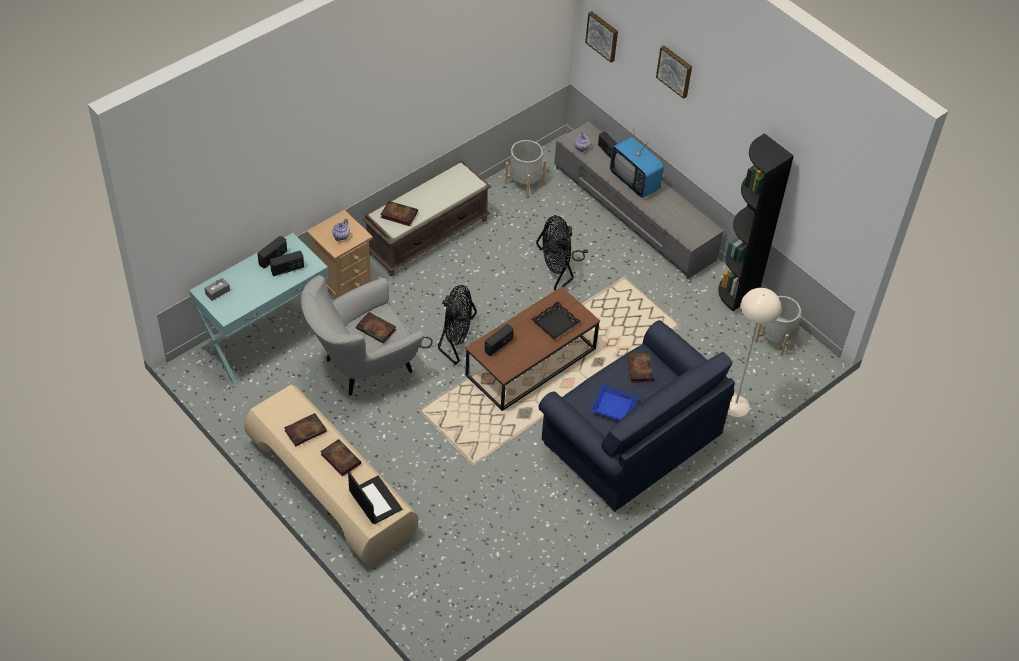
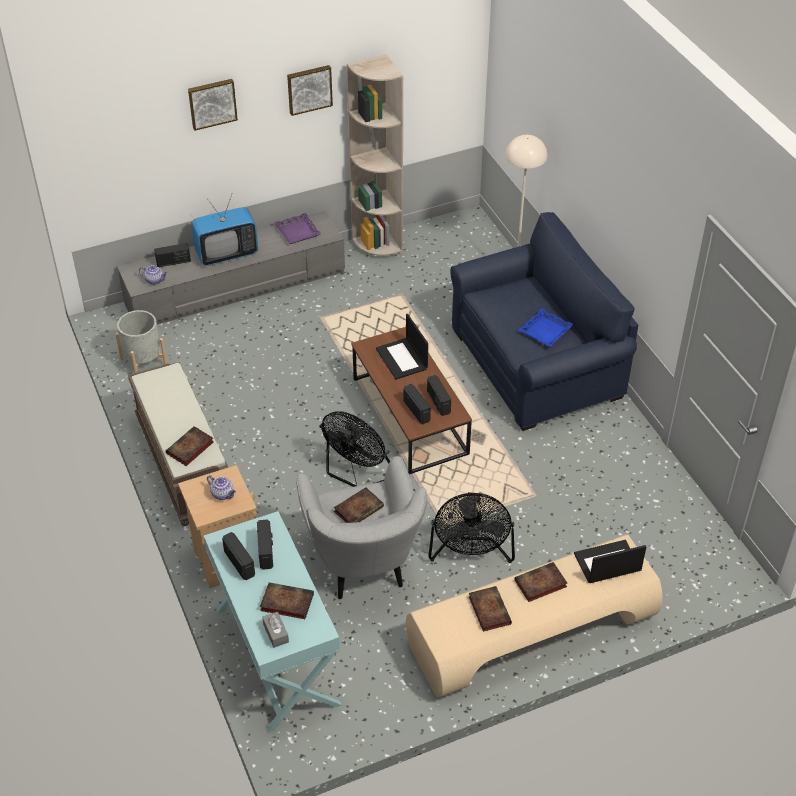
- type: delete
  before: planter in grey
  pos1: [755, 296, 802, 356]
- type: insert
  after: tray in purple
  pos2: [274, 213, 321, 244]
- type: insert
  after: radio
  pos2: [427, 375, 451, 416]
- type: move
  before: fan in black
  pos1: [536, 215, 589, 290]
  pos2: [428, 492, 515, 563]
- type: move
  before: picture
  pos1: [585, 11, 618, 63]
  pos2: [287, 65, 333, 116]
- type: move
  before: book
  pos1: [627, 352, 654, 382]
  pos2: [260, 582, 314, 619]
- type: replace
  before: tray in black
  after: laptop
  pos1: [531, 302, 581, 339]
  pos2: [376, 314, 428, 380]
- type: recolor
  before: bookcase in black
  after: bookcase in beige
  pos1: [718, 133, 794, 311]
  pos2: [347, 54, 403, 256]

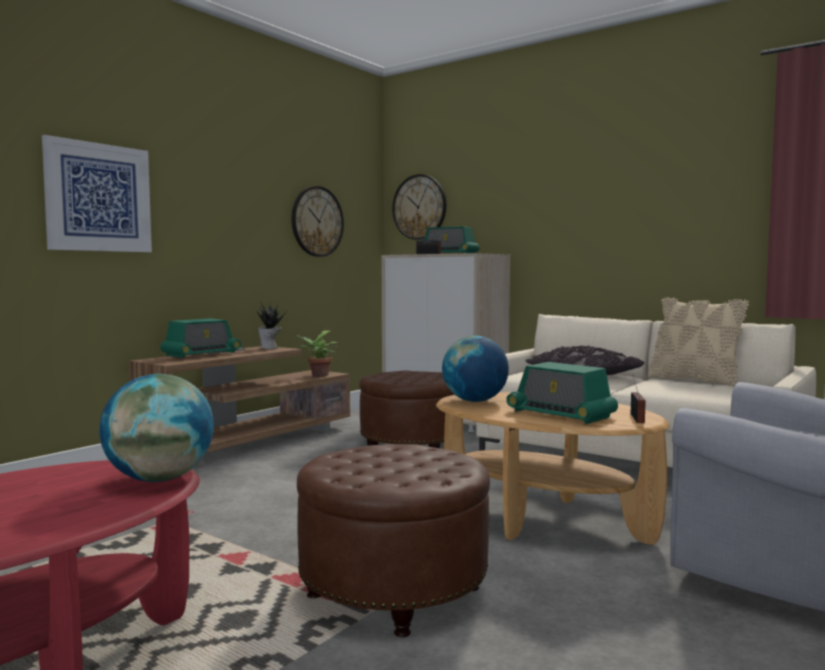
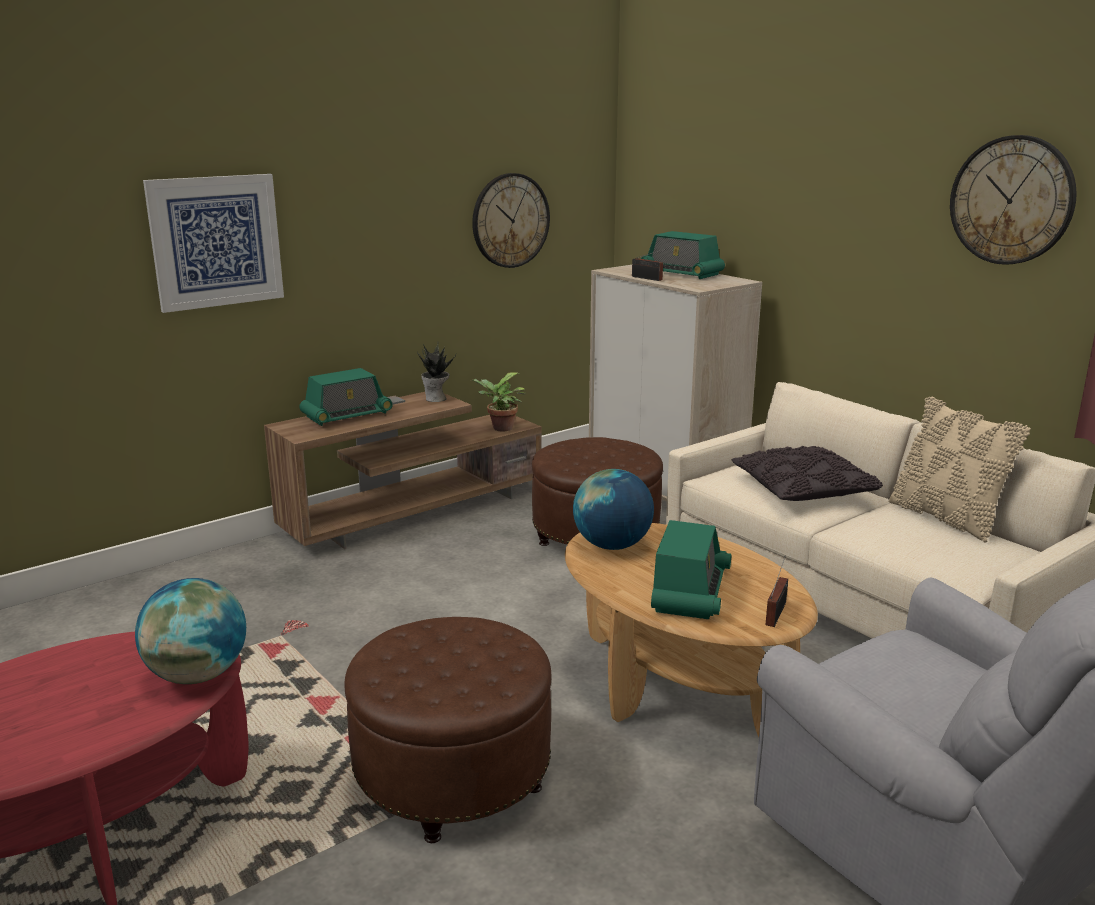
- type: move
  before: wall clock
  pos1: [392, 174, 446, 240]
  pos2: [950, 135, 1077, 265]
- type: rotate
  before: radio
  pos1: [506, 362, 618, 424]
  pos2: [651, 520, 731, 619]
  turn: -135

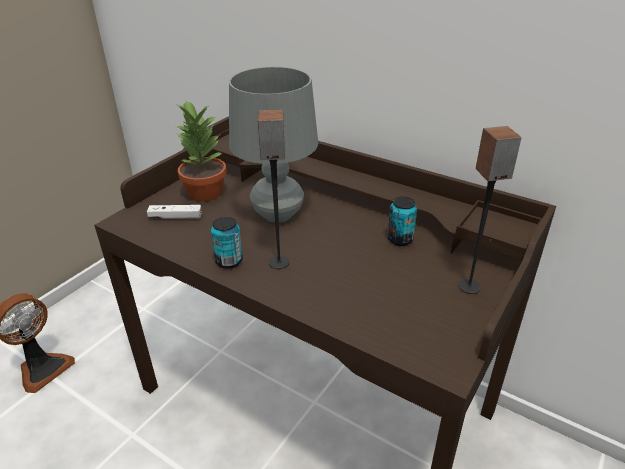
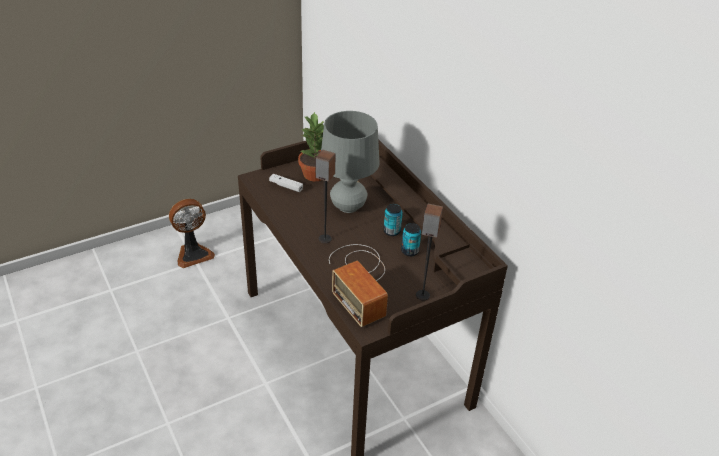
- type: insert
  after: radio
  pos2: [329, 244, 388, 327]
- type: move
  before: can
  pos1: [211, 217, 243, 269]
  pos2: [383, 204, 403, 236]

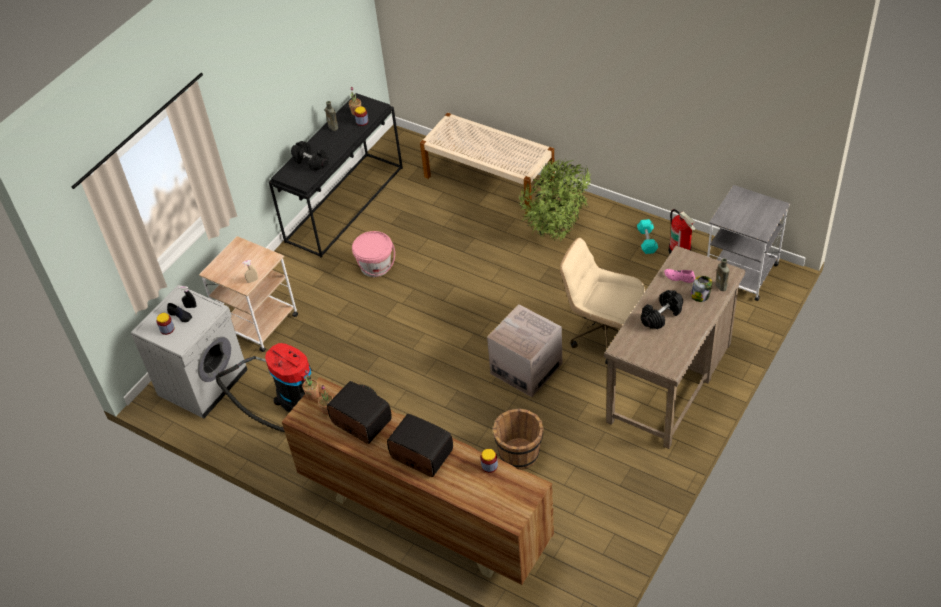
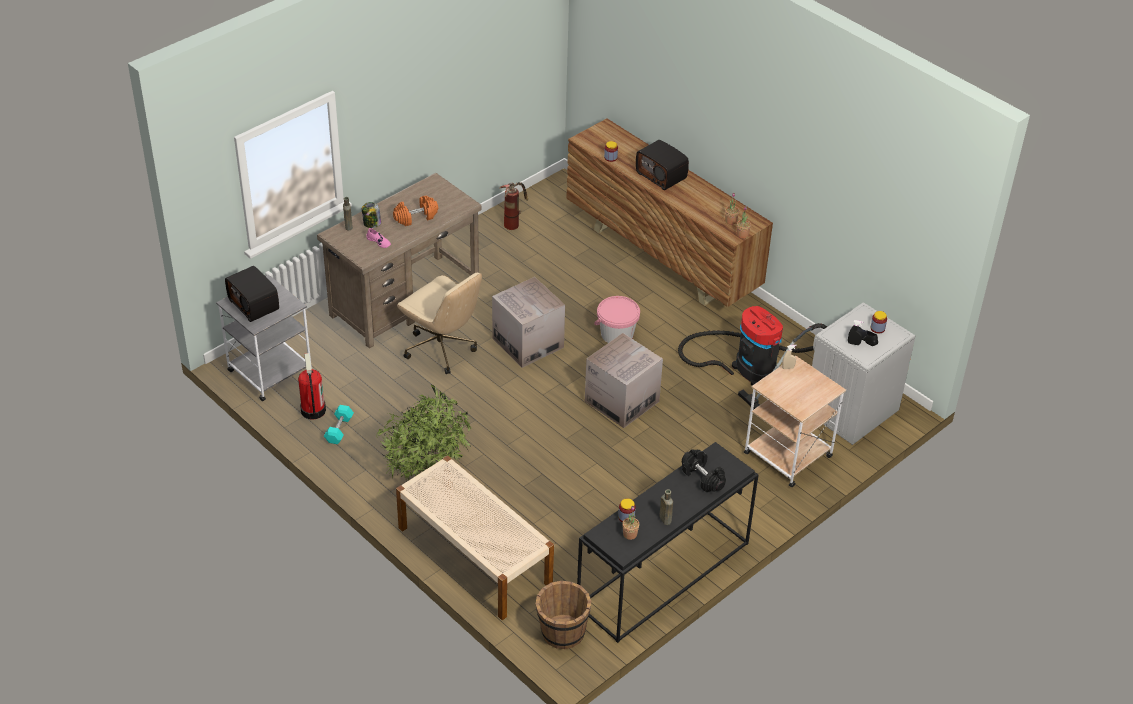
- type: insert
  after: fire extinguisher
  pos2: [499, 182, 528, 230]
- type: insert
  after: cardboard box
  pos2: [585, 333, 663, 428]
- type: move
  before: radio
  pos1: [327, 381, 392, 444]
  pos2: [225, 266, 279, 322]
- type: move
  before: bucket in pink
  pos1: [352, 231, 395, 277]
  pos2: [594, 296, 640, 343]
- type: move
  before: bucket in brown
  pos1: [493, 409, 544, 470]
  pos2: [536, 581, 591, 649]
- type: recolor
  before: dumbbell in black
  after: dumbbell in orange
  pos1: [641, 290, 683, 329]
  pos2: [393, 196, 438, 226]

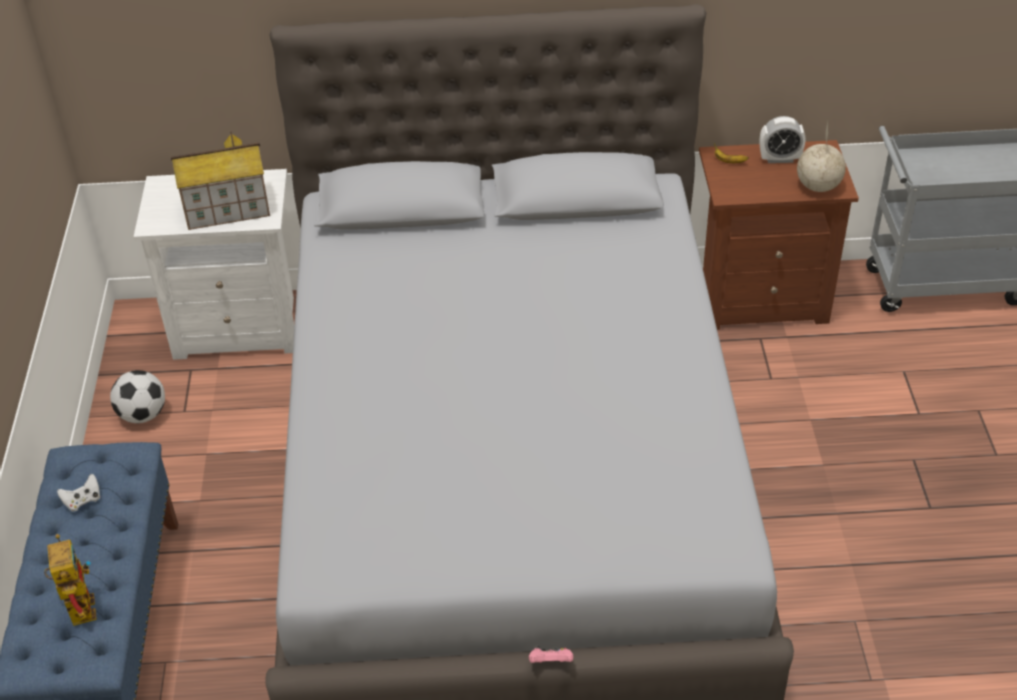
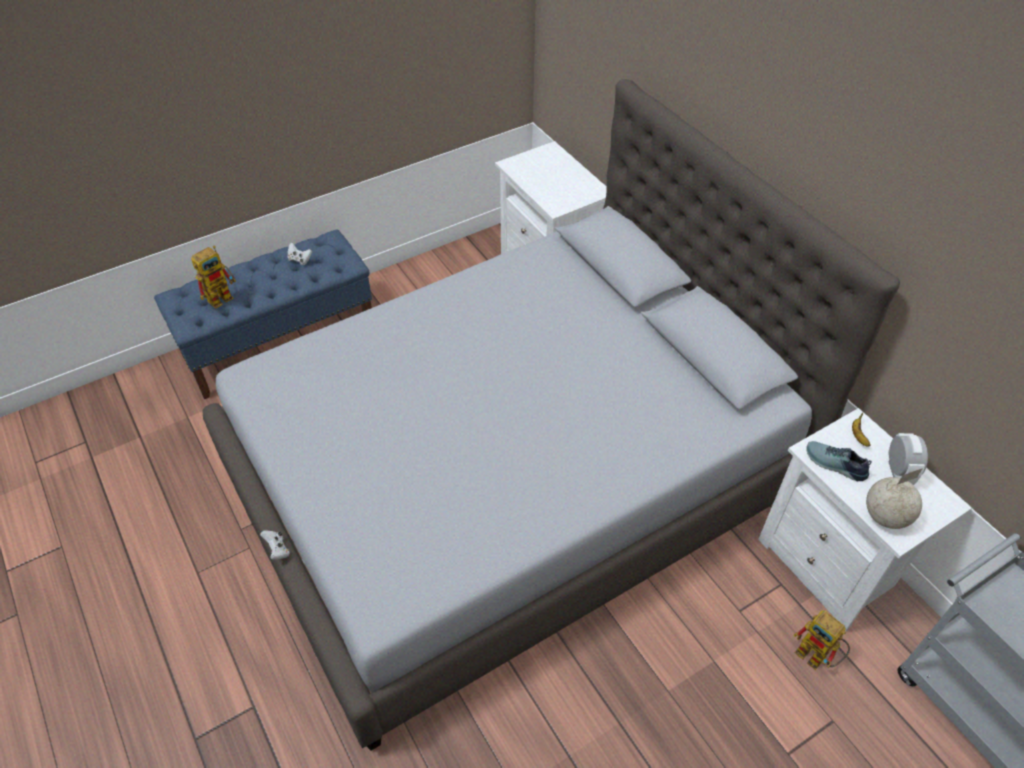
- type: delete
  before: football
  pos1: [110, 370, 165, 423]
- type: delete
  before: toy house
  pos1: [171, 132, 270, 230]
- type: insert
  after: toy robot
  pos2: [793, 610, 850, 670]
- type: insert
  after: shoe
  pos2: [806, 441, 872, 481]
- type: recolor
  before: game controller in pink
  after: game controller in white
  pos1: [529, 646, 574, 663]
  pos2: [260, 531, 290, 559]
- type: recolor
  before: nightstand in brown
  after: nightstand in white
  pos1: [699, 140, 859, 330]
  pos2: [758, 408, 972, 632]
- type: rotate
  before: alarm clock
  pos1: [760, 116, 805, 163]
  pos2: [888, 433, 928, 485]
  turn: -150

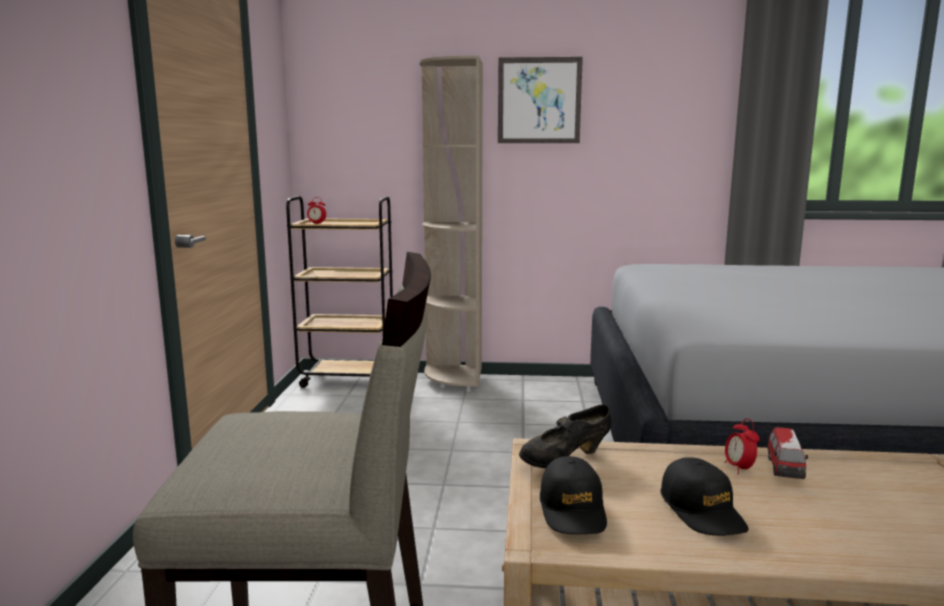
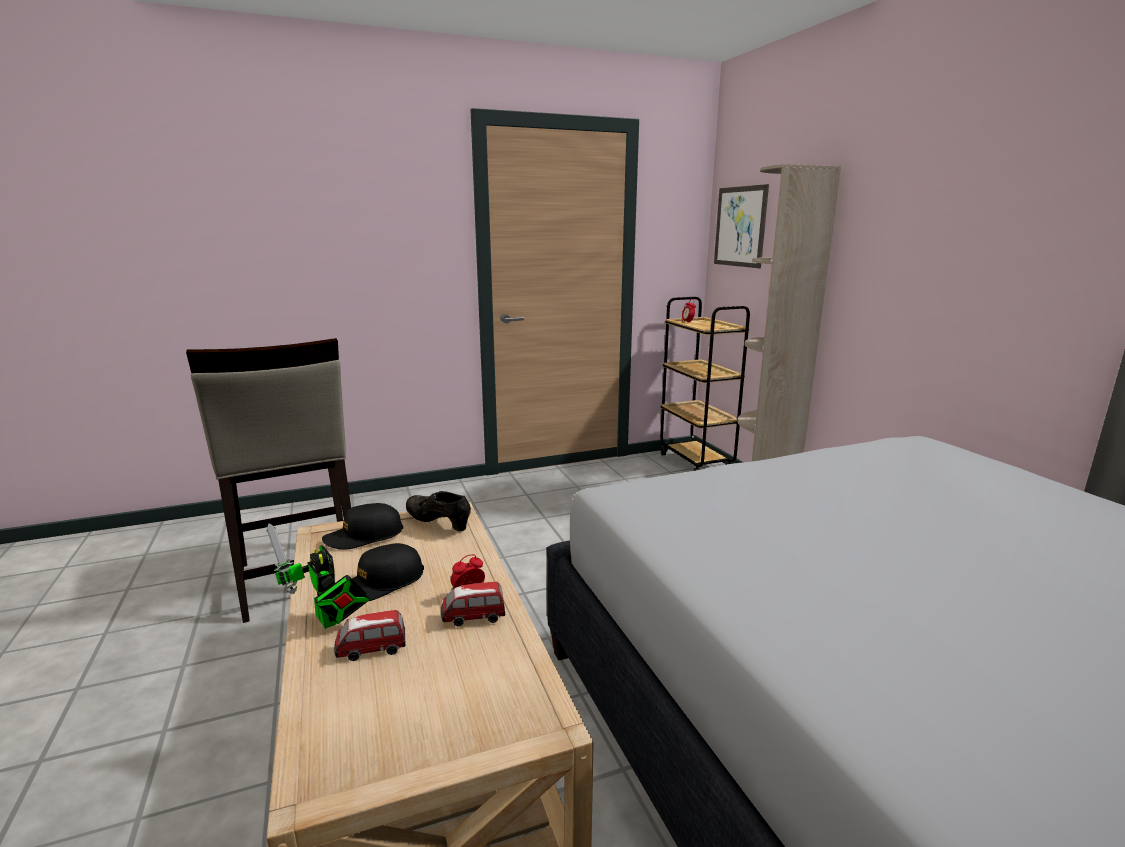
- type: insert
  after: toy robot
  pos2: [267, 523, 370, 629]
- type: insert
  after: toy car
  pos2: [334, 610, 405, 661]
- type: move
  before: picture
  pos1: [498, 57, 583, 143]
  pos2: [714, 184, 769, 268]

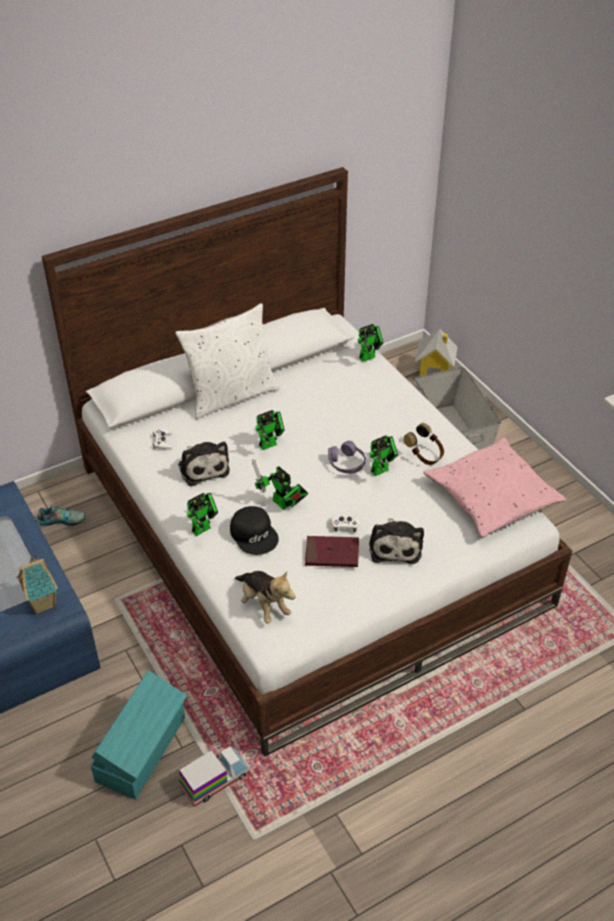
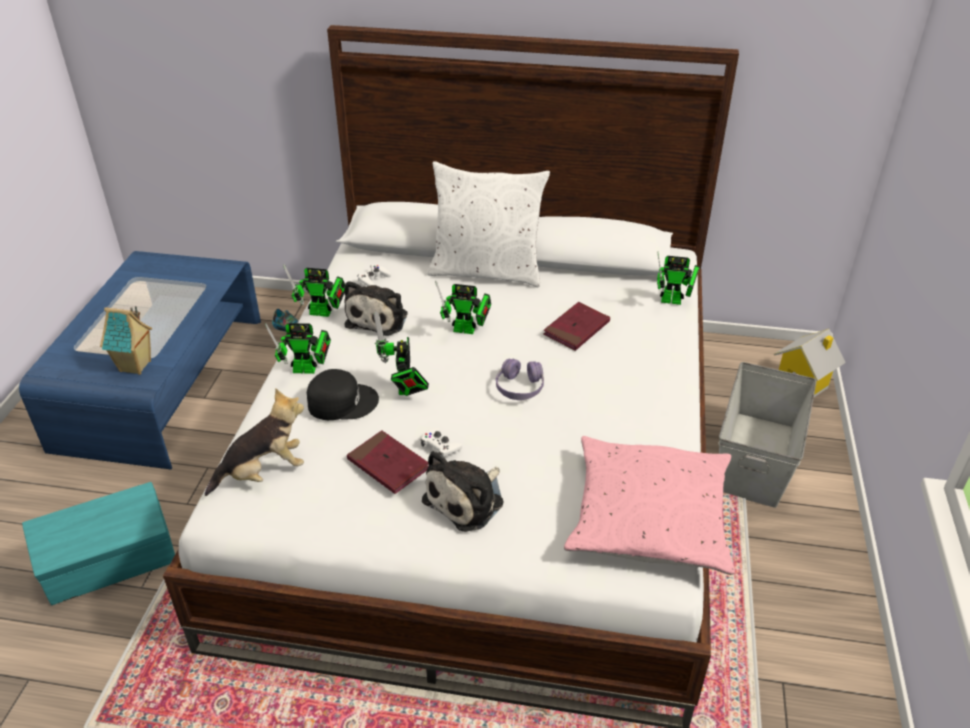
- type: delete
  before: toy truck
  pos1: [179, 747, 250, 807]
- type: delete
  before: headphones
  pos1: [404, 423, 444, 465]
- type: insert
  after: book in red
  pos2: [543, 302, 610, 351]
- type: move
  before: toy robot
  pos1: [370, 435, 398, 476]
  pos2: [283, 264, 345, 317]
- type: rotate
  before: cap in black
  pos1: [230, 506, 279, 555]
  pos2: [307, 369, 379, 420]
  turn: -105
- type: rotate
  before: plush toy
  pos1: [234, 571, 296, 624]
  pos2: [205, 388, 304, 496]
  turn: -120

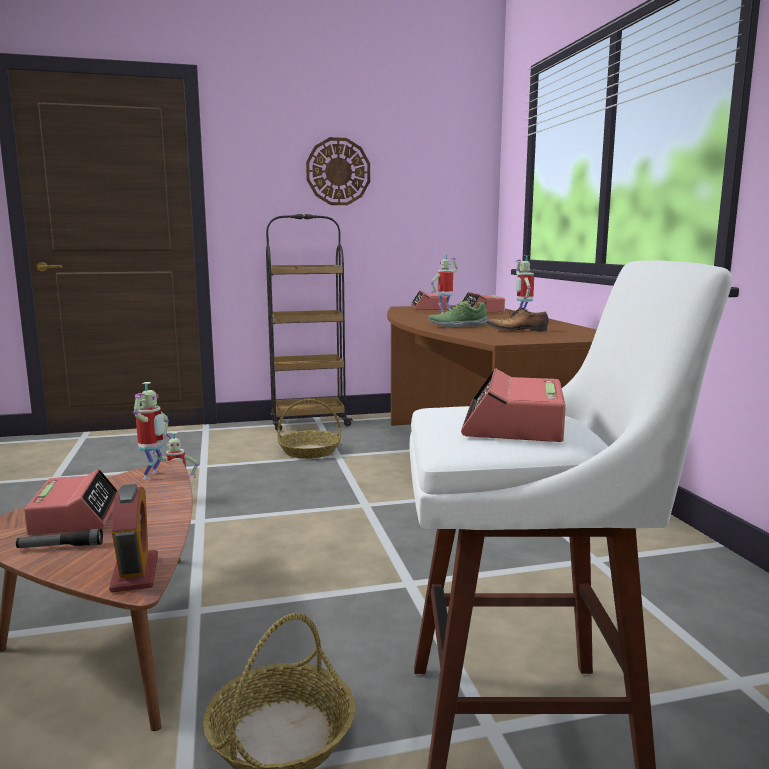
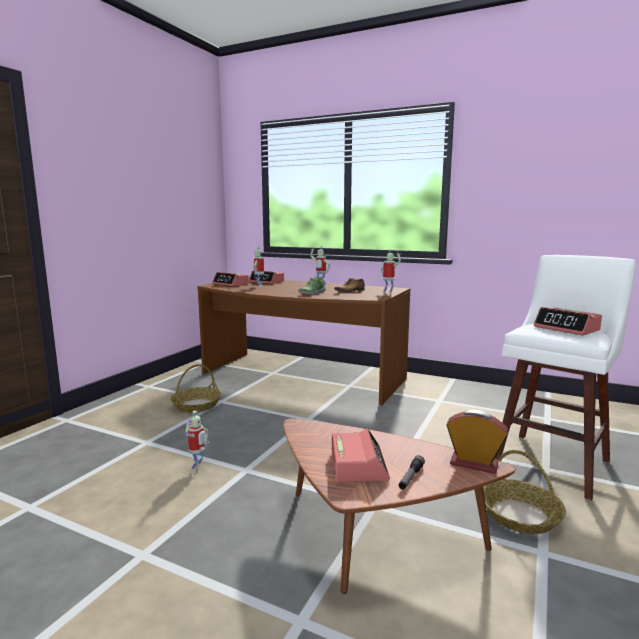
- type: delete
  before: cart in brown
  pos1: [266, 214, 353, 431]
- type: delete
  before: wall clock
  pos1: [306, 137, 370, 205]
- type: move
  before: toy robot
  pos1: [133, 382, 171, 479]
  pos2: [381, 249, 401, 294]
- type: rotate
  before: alarm clock
  pos1: [24, 469, 118, 535]
  pos2: [332, 428, 390, 482]
  turn: 60

